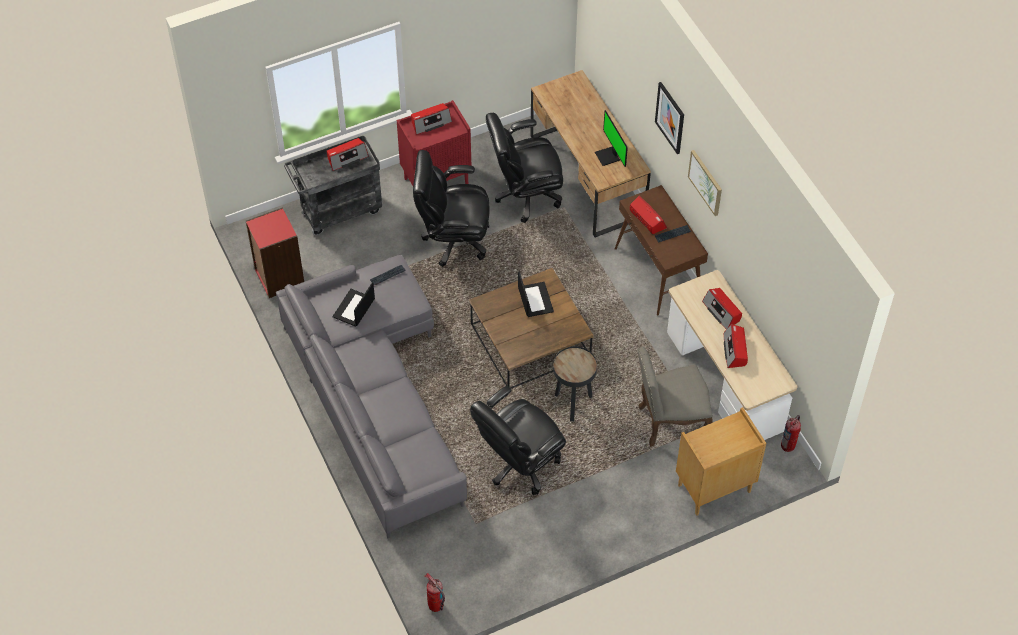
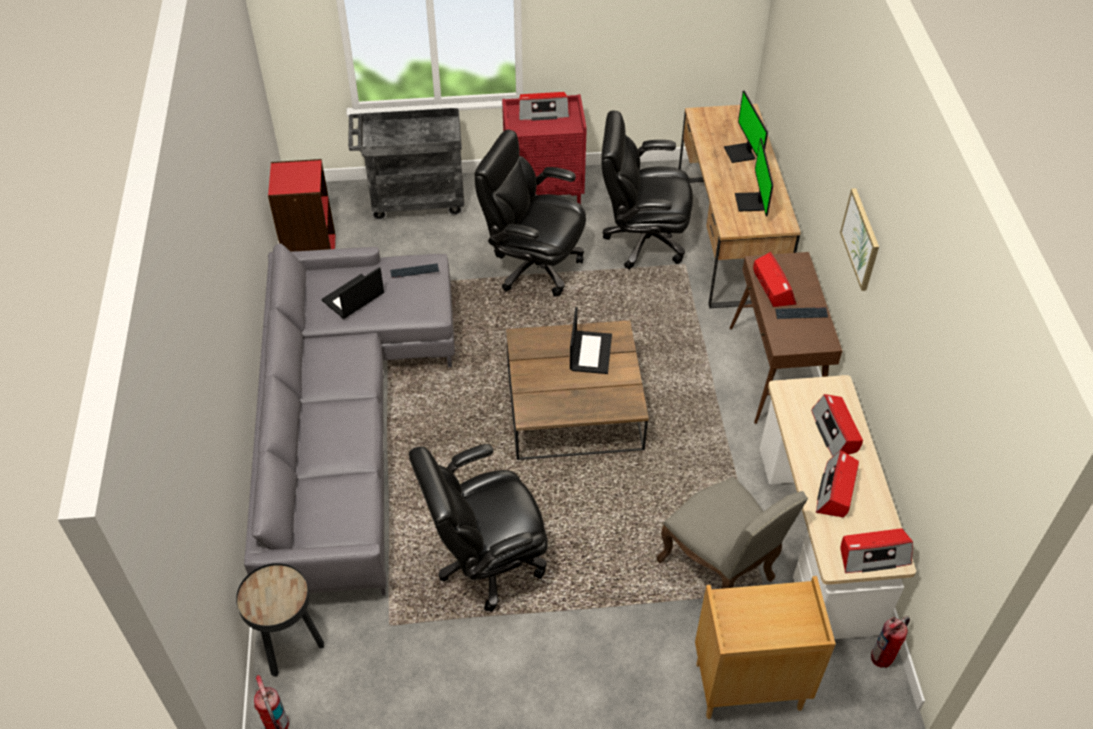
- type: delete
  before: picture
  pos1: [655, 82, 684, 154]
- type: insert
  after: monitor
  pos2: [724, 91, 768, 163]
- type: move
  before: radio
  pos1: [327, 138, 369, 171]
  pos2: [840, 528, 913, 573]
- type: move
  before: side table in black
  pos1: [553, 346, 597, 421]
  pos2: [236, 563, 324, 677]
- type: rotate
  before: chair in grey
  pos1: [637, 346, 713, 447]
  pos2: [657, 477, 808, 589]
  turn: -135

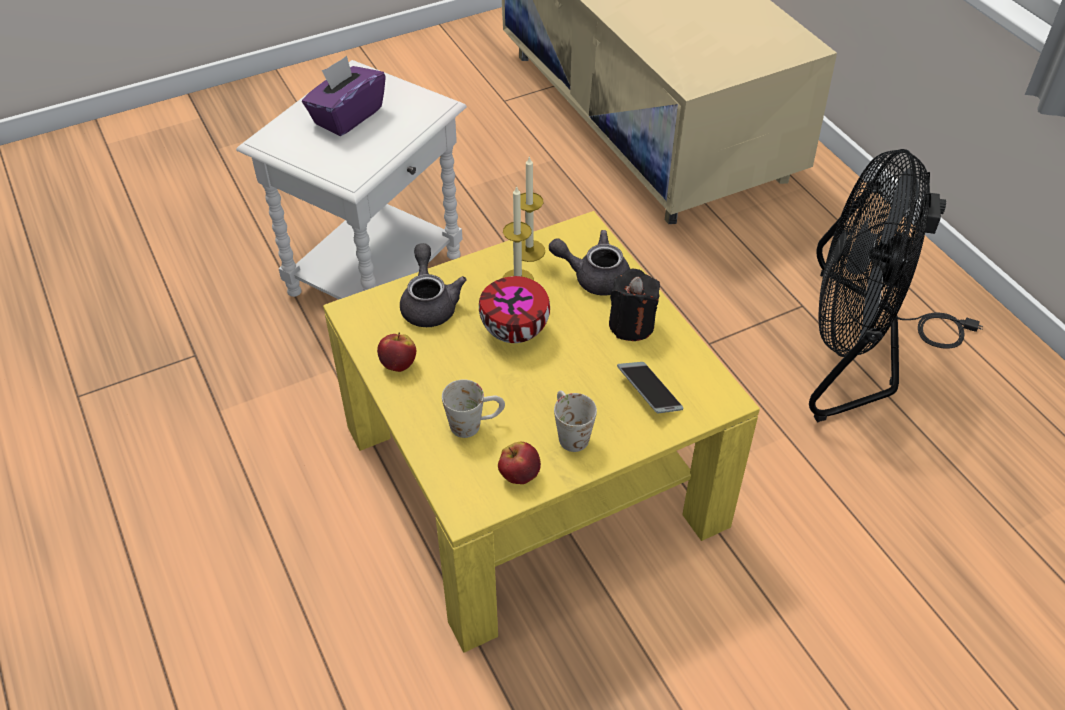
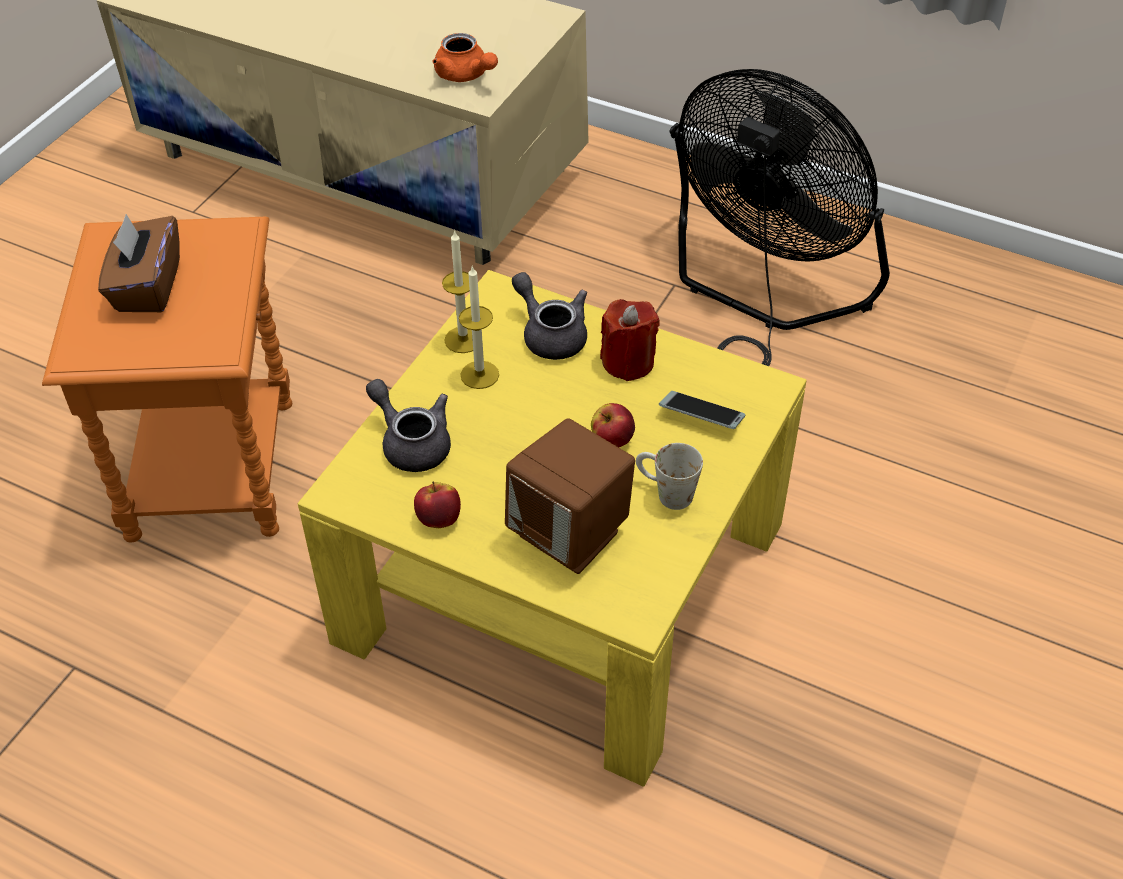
- type: delete
  before: bowl
  pos1: [479, 276, 550, 343]
- type: insert
  after: teapot in orange
  pos2: [432, 33, 498, 82]
- type: move
  before: apple
  pos1: [498, 442, 541, 484]
  pos2: [591, 403, 635, 447]
- type: replace
  before: mug in white
  after: speaker in brown
  pos1: [442, 379, 505, 438]
  pos2: [505, 418, 635, 574]
- type: recolor
  before: side table in white
  after: side table in orange
  pos1: [236, 60, 467, 300]
  pos2: [42, 217, 292, 542]
- type: recolor
  before: tissue box in purple
  after: tissue box in brown
  pos1: [302, 56, 386, 136]
  pos2: [98, 214, 180, 312]
- type: recolor
  before: candle in black
  after: candle in red
  pos1: [609, 269, 660, 341]
  pos2: [600, 299, 660, 381]
- type: rotate
  before: teapot in grey
  pos1: [549, 230, 630, 296]
  pos2: [512, 272, 587, 360]
  turn: 75
- type: rotate
  before: fan in black
  pos1: [809, 149, 983, 422]
  pos2: [669, 69, 890, 366]
  turn: 150

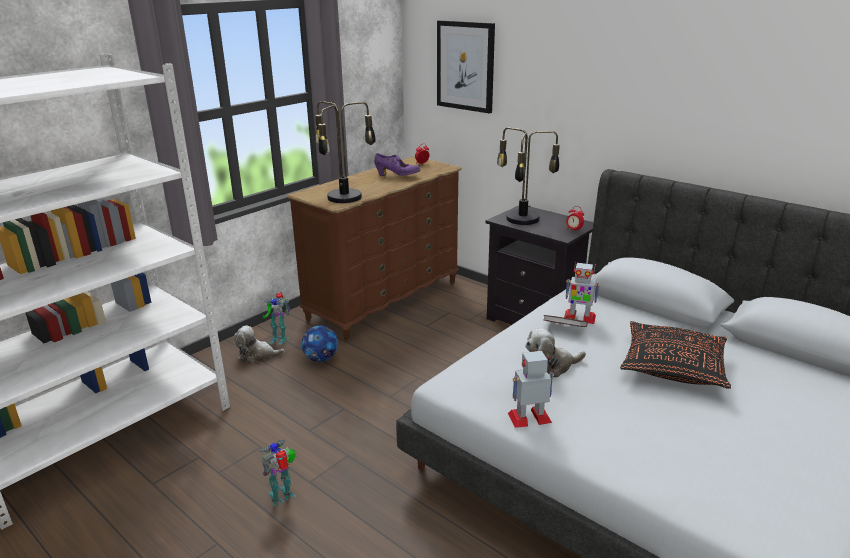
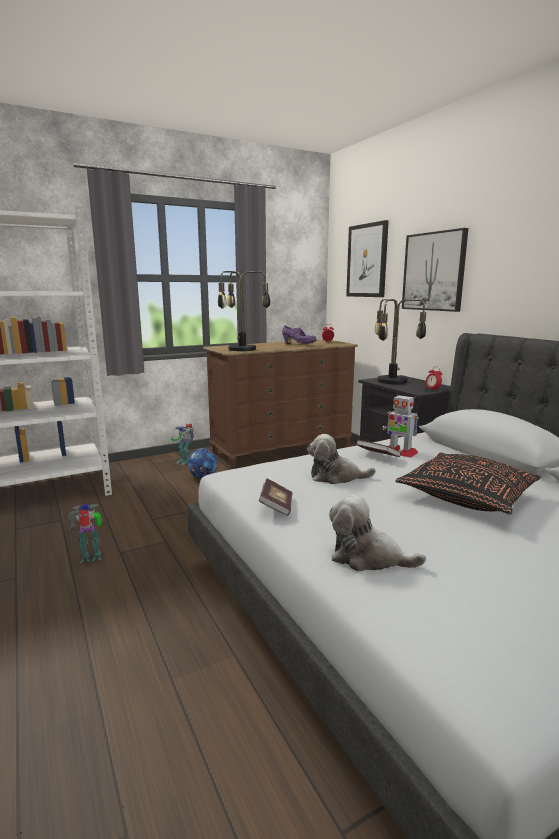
- type: insert
  after: picture
  pos2: [402, 228, 468, 312]
- type: move
  before: plush toy
  pos1: [234, 326, 285, 363]
  pos2: [329, 494, 426, 571]
- type: replace
  before: toy robot
  after: book
  pos1: [508, 351, 554, 428]
  pos2: [259, 478, 293, 516]

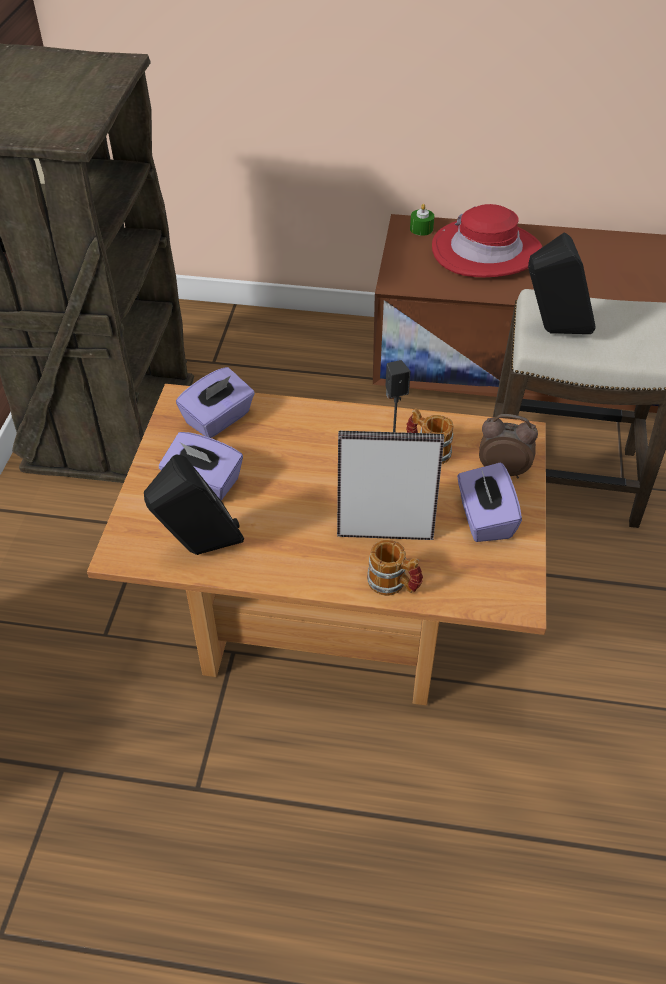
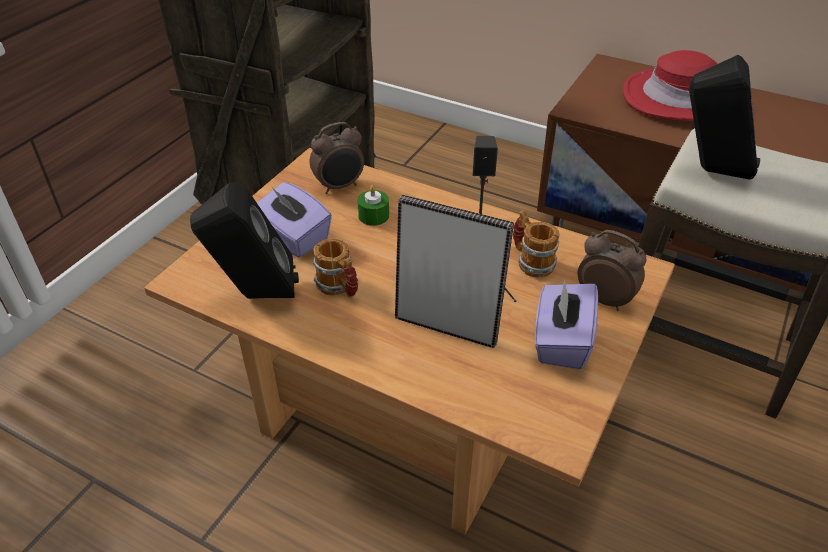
- type: move
  before: mug
  pos1: [367, 540, 423, 596]
  pos2: [313, 238, 358, 298]
- type: move
  before: candle in green
  pos1: [410, 204, 434, 236]
  pos2: [357, 185, 389, 226]
- type: replace
  before: tissue box in purple
  after: alarm clock
  pos1: [176, 367, 255, 438]
  pos2: [310, 122, 364, 194]

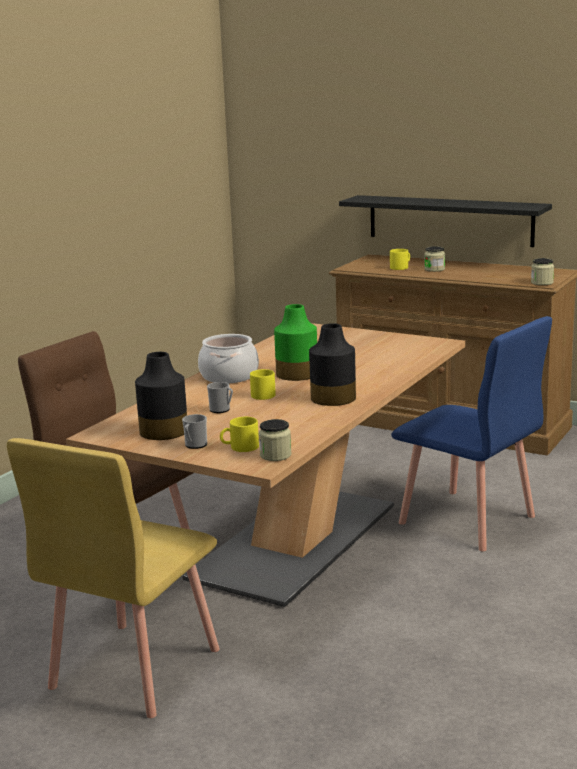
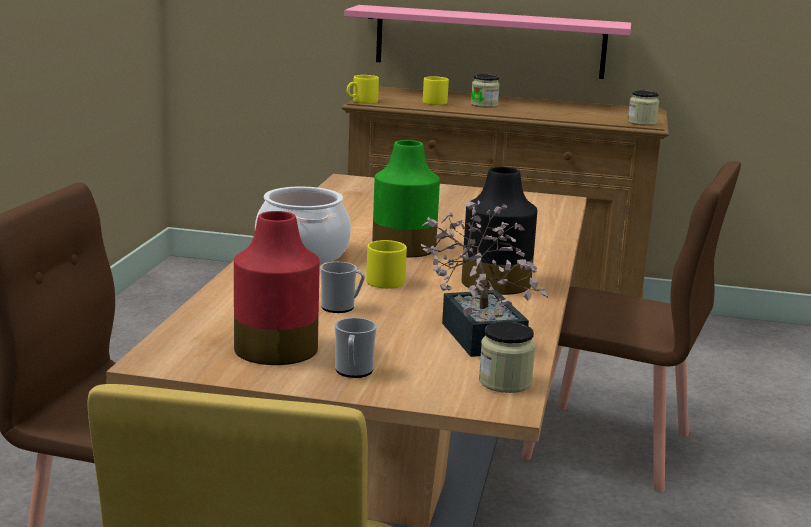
- type: insert
  after: potted plant
  pos2: [421, 200, 548, 357]
- type: move
  before: mug in yellow
  pos1: [220, 417, 259, 452]
  pos2: [347, 75, 379, 103]
- type: recolor
  before: vase in black
  after: vase in red
  pos1: [135, 352, 187, 440]
  pos2: [234, 211, 320, 365]
- type: recolor
  before: shelf in black
  after: shelf in pink
  pos1: [339, 195, 552, 247]
  pos2: [344, 5, 631, 79]
- type: recolor
  before: chair in blue
  after: chair in brown
  pos1: [391, 316, 552, 551]
  pos2: [521, 161, 741, 493]

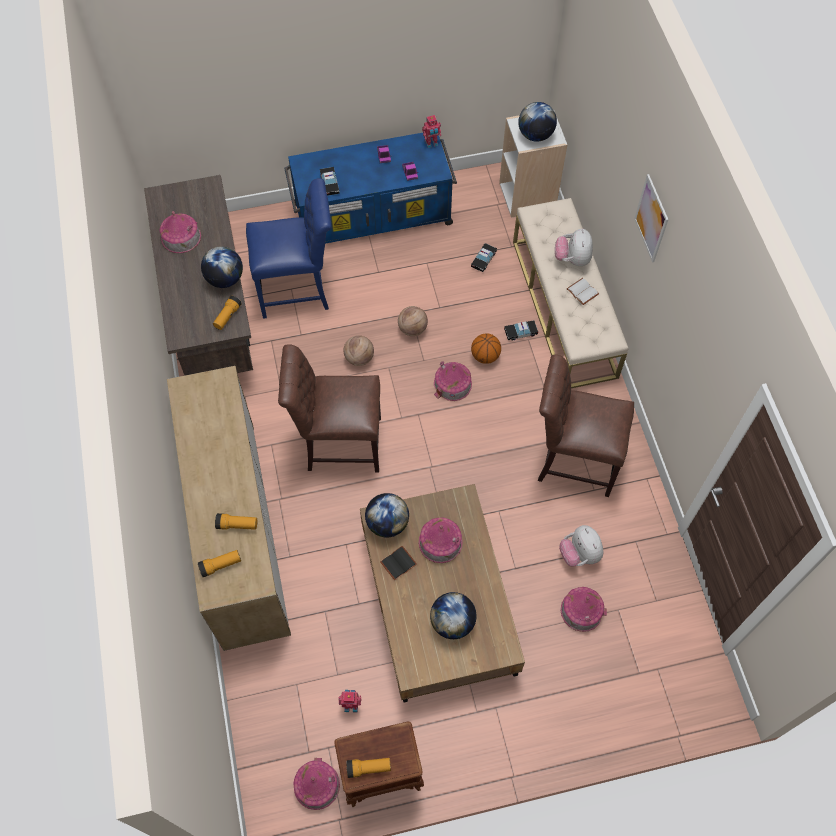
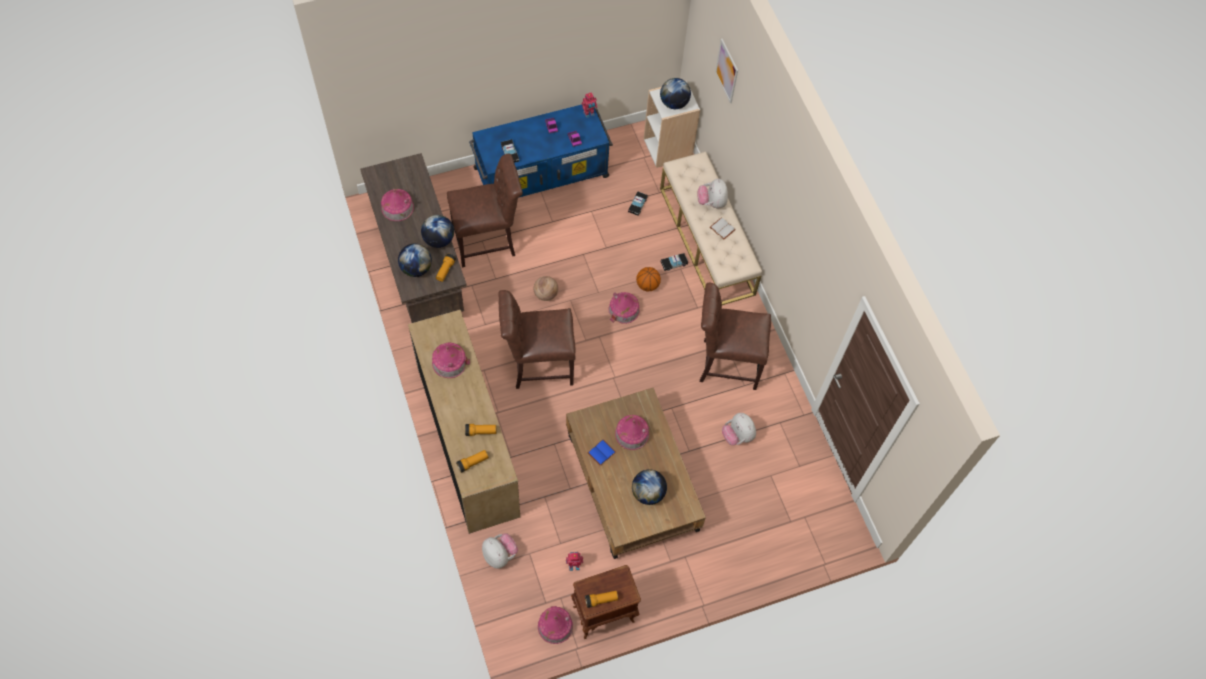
- type: delete
  before: basketball
  pos1: [398, 306, 428, 336]
- type: insert
  after: plush toy
  pos2: [482, 533, 518, 568]
- type: move
  before: globe
  pos1: [365, 493, 409, 538]
  pos2: [398, 243, 432, 277]
- type: move
  before: toy house
  pos1: [560, 587, 607, 632]
  pos2: [432, 343, 470, 378]
- type: move
  before: picture
  pos1: [634, 174, 668, 263]
  pos2: [715, 39, 738, 103]
- type: recolor
  before: chair in blue
  after: chair in brown
  pos1: [246, 178, 331, 319]
  pos2: [447, 154, 523, 267]
- type: recolor
  before: book in black
  after: book in blue
  pos1: [380, 546, 417, 580]
  pos2: [588, 440, 616, 466]

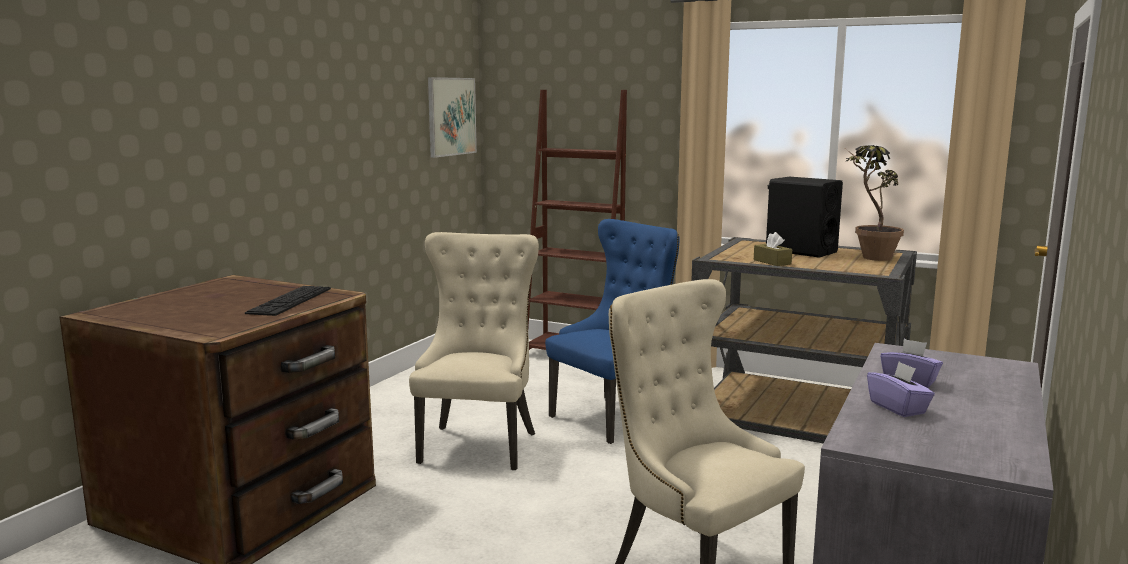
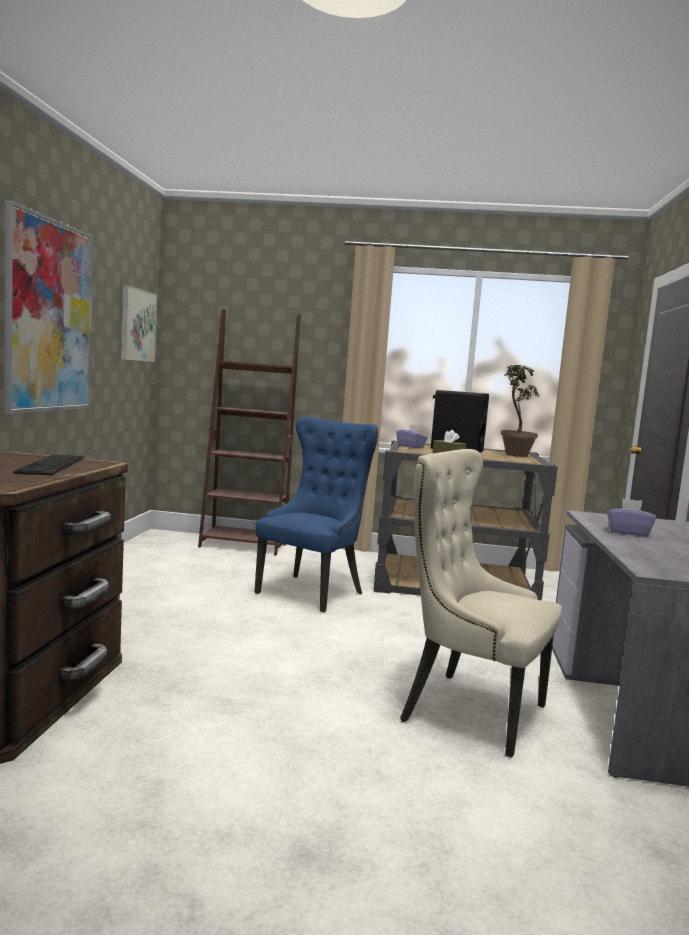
- type: delete
  before: chair in beige
  pos1: [409, 232, 539, 470]
- type: insert
  after: picture
  pos2: [4, 200, 94, 414]
- type: move
  before: tissue box in purple
  pos1: [867, 361, 935, 417]
  pos2: [396, 425, 428, 448]

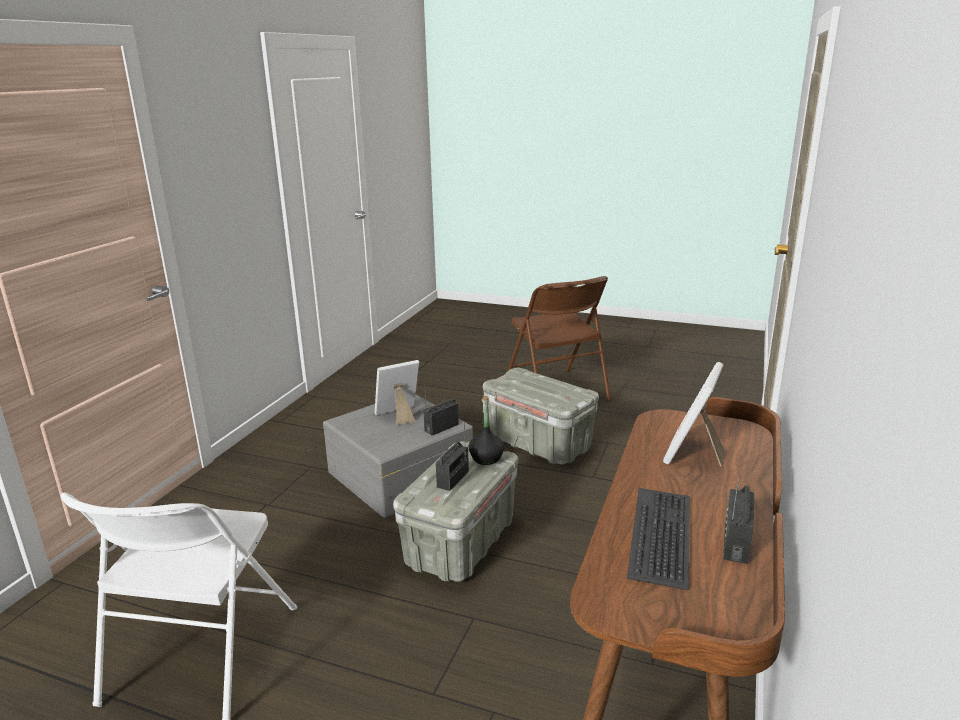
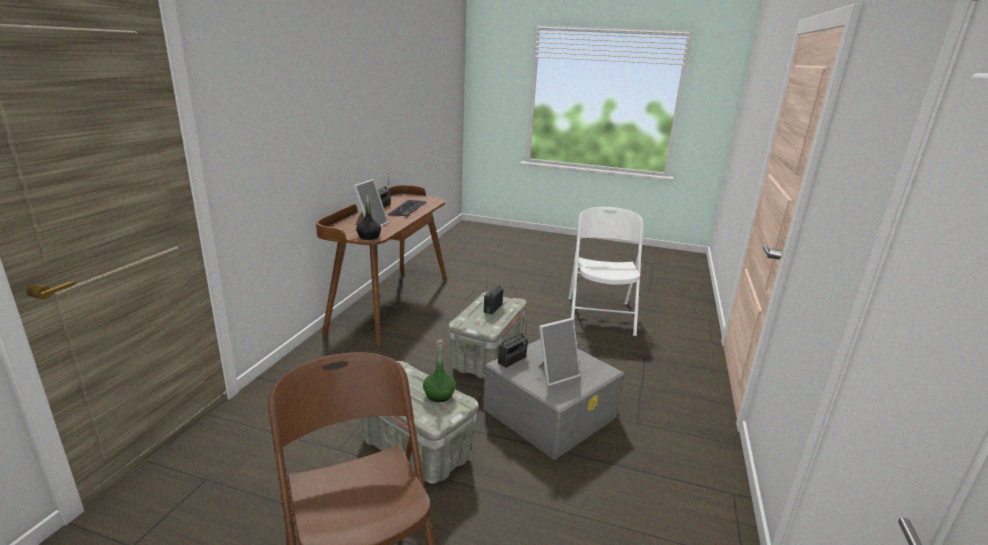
- type: insert
  after: bottle in green
  pos2: [423, 339, 456, 402]
- type: move
  before: bottle in black
  pos1: [468, 396, 504, 465]
  pos2: [356, 192, 381, 240]

